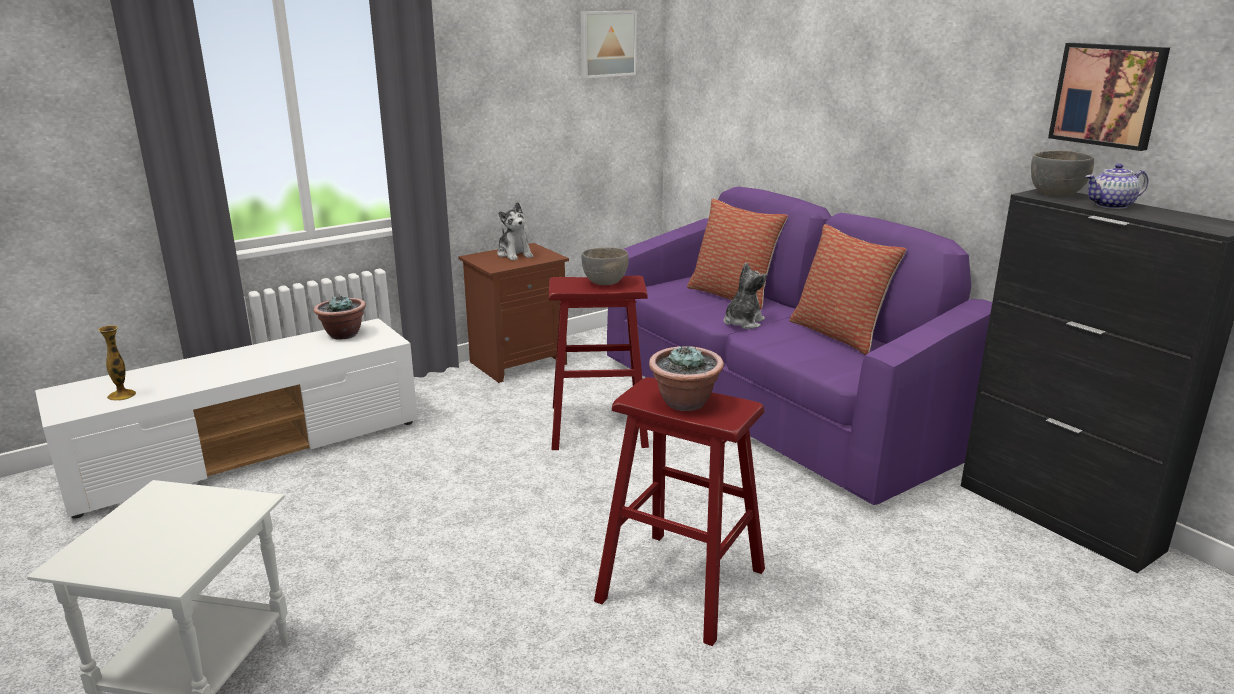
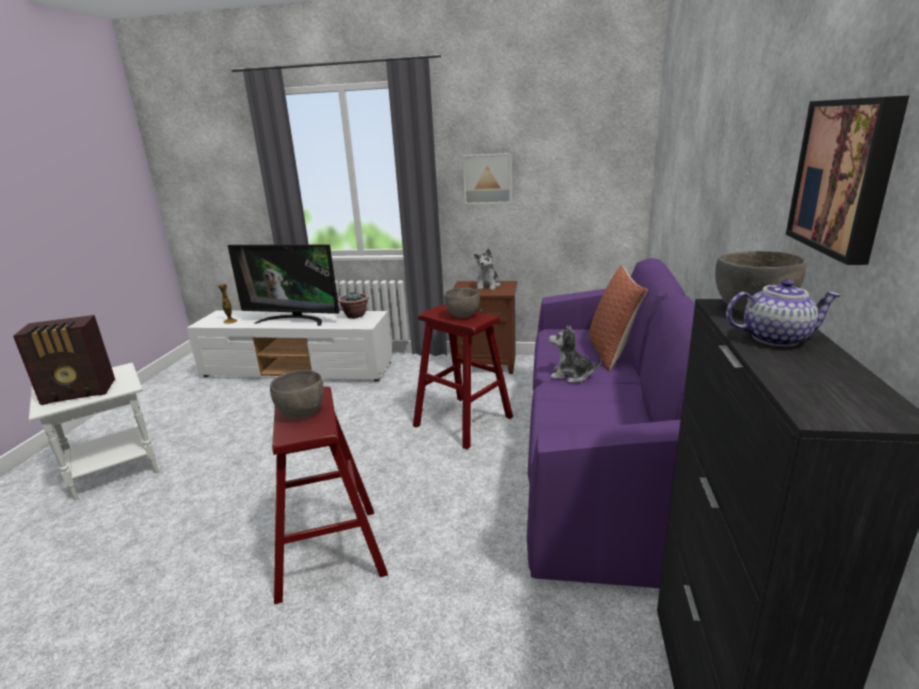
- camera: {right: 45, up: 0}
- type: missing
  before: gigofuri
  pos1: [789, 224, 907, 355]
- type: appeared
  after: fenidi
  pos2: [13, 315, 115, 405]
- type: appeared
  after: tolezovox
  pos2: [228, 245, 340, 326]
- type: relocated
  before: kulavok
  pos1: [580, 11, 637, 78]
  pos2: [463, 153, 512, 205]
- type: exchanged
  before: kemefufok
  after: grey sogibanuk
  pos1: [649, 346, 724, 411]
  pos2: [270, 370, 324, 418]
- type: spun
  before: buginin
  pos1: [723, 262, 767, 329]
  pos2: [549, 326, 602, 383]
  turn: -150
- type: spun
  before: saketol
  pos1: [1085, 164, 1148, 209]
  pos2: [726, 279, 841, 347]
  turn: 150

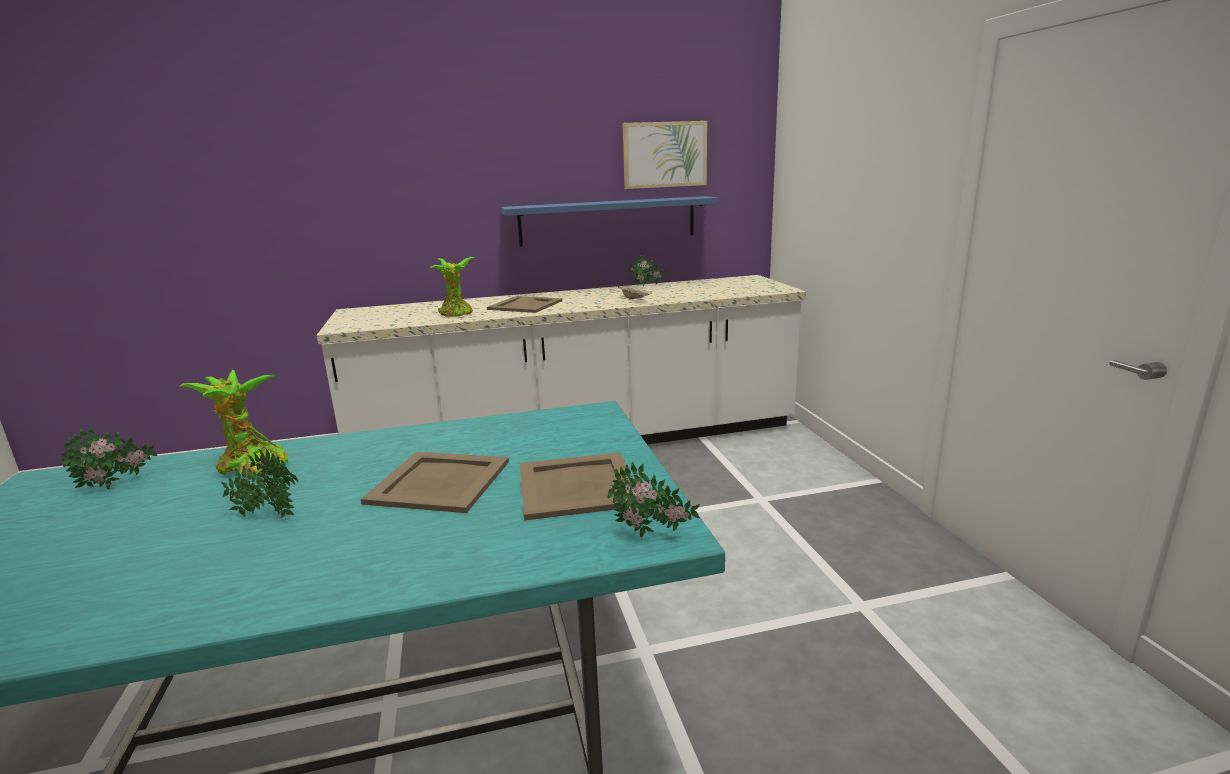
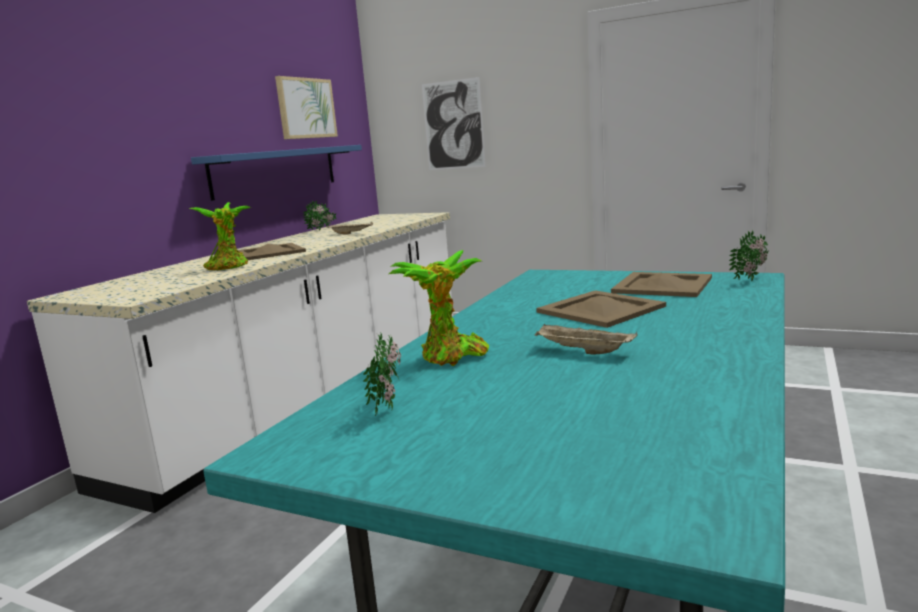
- camera: {right: -50, up: -5}
- type: appeared
  after: kulavok
  pos2: [422, 77, 486, 170]
- type: exchanged
  before: kemefufok
  after: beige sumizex
  pos1: [221, 449, 298, 518]
  pos2: [535, 323, 637, 355]

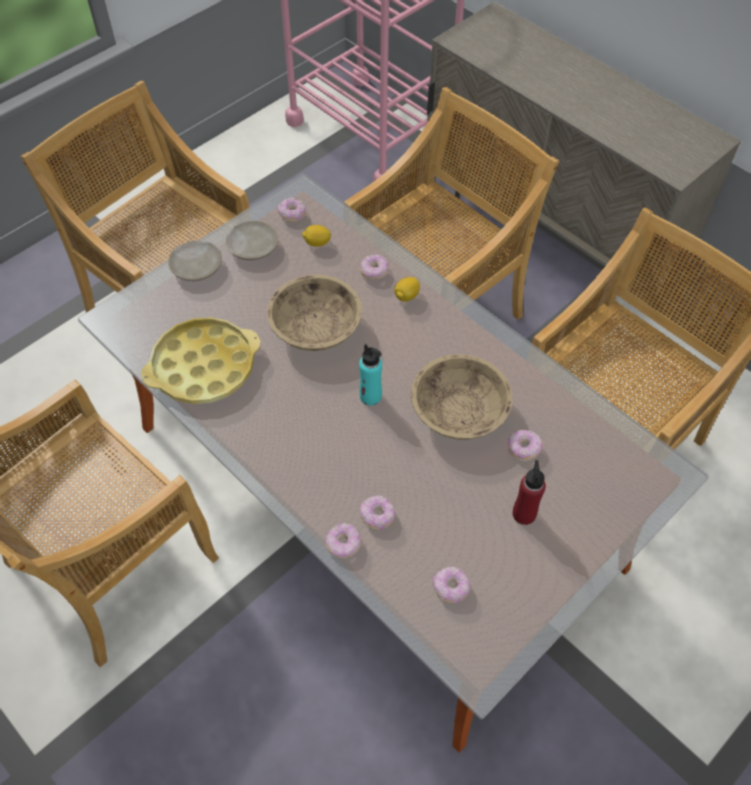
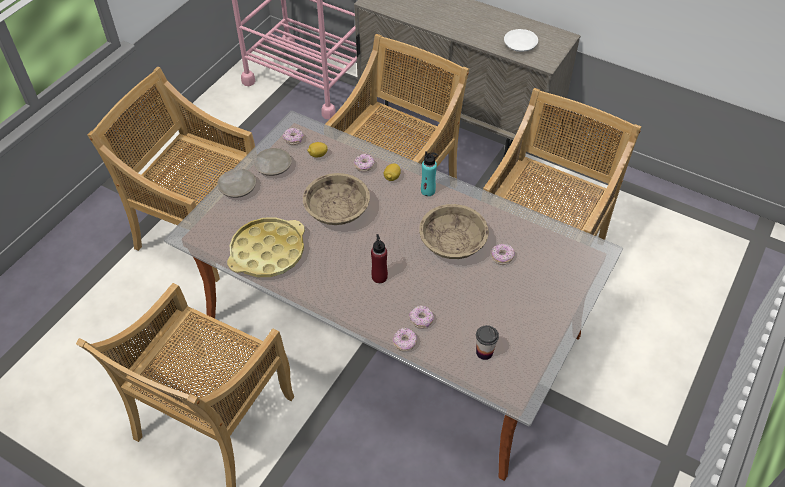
- camera: {right: -15, up: -5}
- type: appeared
  after: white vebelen
  pos2: [504, 29, 538, 52]
- type: relocated
  before: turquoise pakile
  pos1: [359, 344, 382, 406]
  pos2: [421, 151, 438, 196]
- type: relocated
  before: red pakile
  pos1: [513, 460, 546, 525]
  pos2: [371, 234, 388, 283]
- type: exchanged
  before: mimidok
  after: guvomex
  pos1: [433, 566, 470, 603]
  pos2: [476, 325, 499, 360]

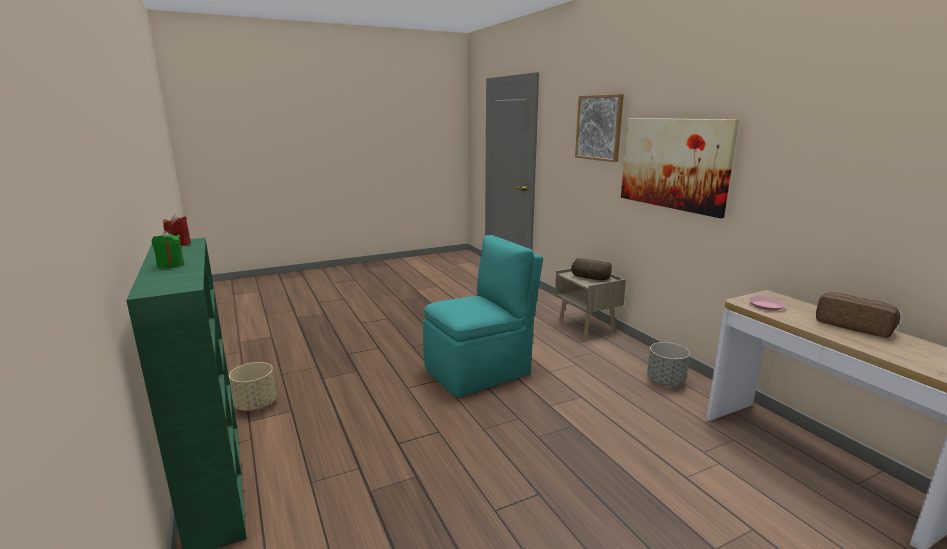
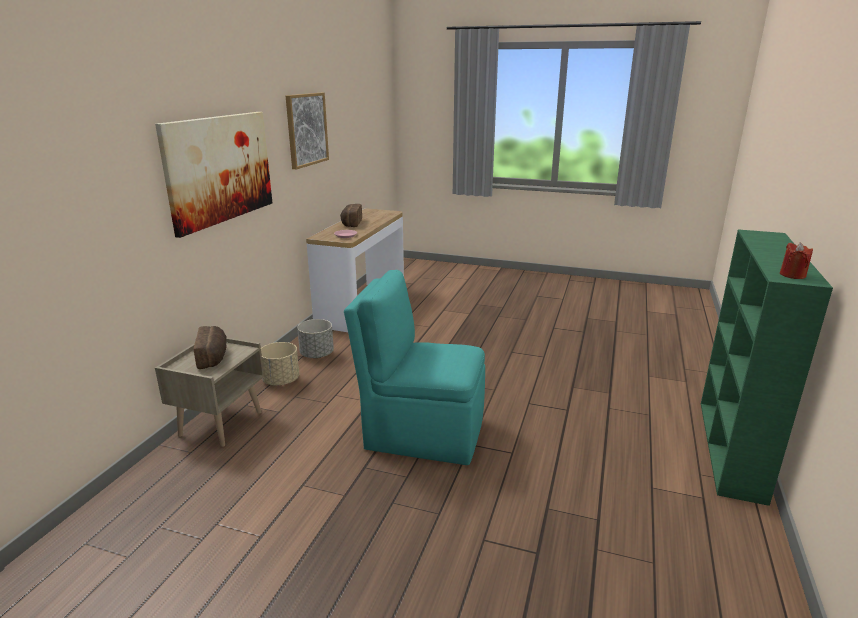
- camera: {right: -135, up: 5}
- type: missing
  before: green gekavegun
  pos1: [152, 230, 184, 268]
- type: relocated
  before: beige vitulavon
  pos1: [229, 362, 276, 411]
  pos2: [261, 342, 299, 385]
- type: relocated
  before: kulavok
  pos1: [575, 94, 624, 162]
  pos2: [286, 93, 329, 170]

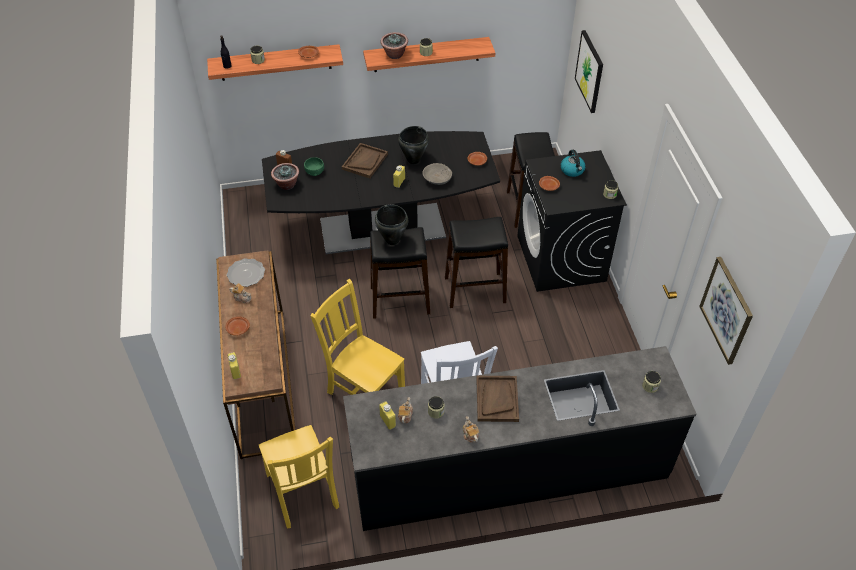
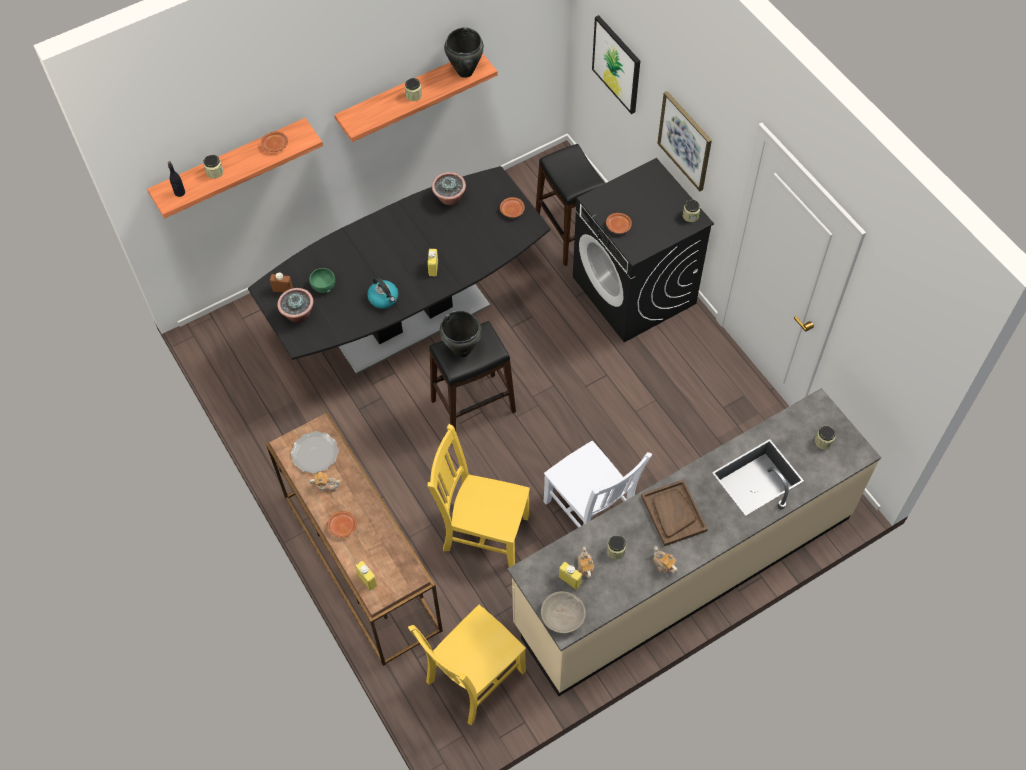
- camera: {right: -20, up: 10}
- type: missing
  before: brown sumizex
  pos1: [342, 143, 388, 178]
- type: missing
  before: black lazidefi
  pos1: [445, 217, 508, 308]
- type: relocated
  before: kemefufok
  pos1: [380, 32, 408, 59]
  pos2: [432, 172, 466, 205]
- type: relocated
  before: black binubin
  pos1: [398, 126, 429, 164]
  pos2: [444, 27, 484, 78]
- type: relocated
  before: grey sogibanuk
  pos1: [423, 163, 452, 185]
  pos2: [541, 591, 586, 633]
- type: relocated
  before: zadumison
  pos1: [561, 150, 586, 177]
  pos2: [367, 277, 398, 309]
- type: relocated
  before: kulavok
  pos1: [699, 257, 753, 365]
  pos2: [657, 91, 712, 191]
- type: colour
  before: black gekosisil
  after: beige gekosisil
  pos1: [343, 346, 697, 531]
  pos2: [507, 388, 881, 697]
- type: spun
  before: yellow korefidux
  pos1: [259, 425, 339, 528]
  pos2: [408, 605, 526, 725]
  turn: 90

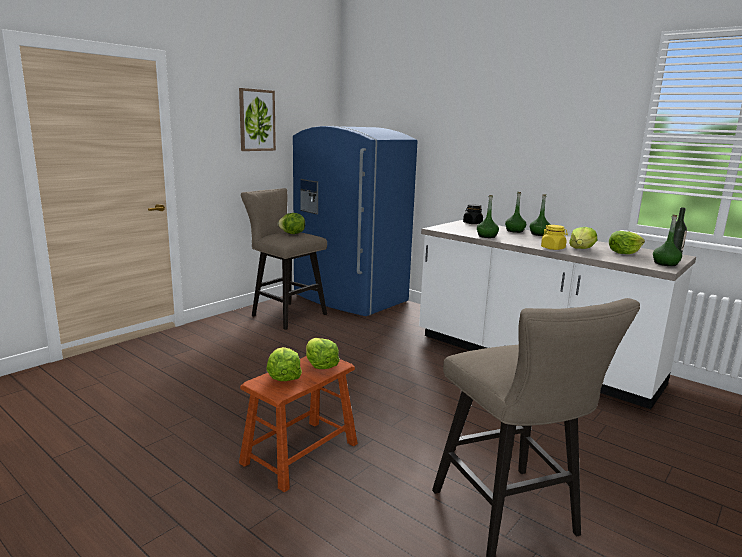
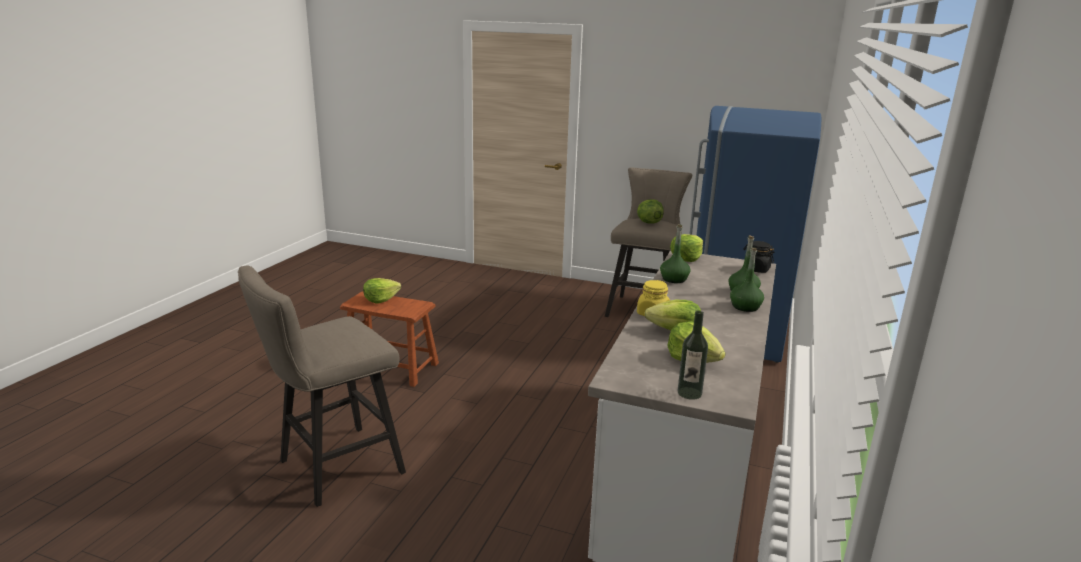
- camera: {right: 70, up: 5}
- type: missing
  before: kulavok
  pos1: [239, 88, 276, 151]
- type: missing
  before: green pakile
  pos1: [653, 215, 682, 266]
- type: relocated
  before: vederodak
  pos1: [306, 338, 340, 369]
  pos2: [670, 234, 703, 262]

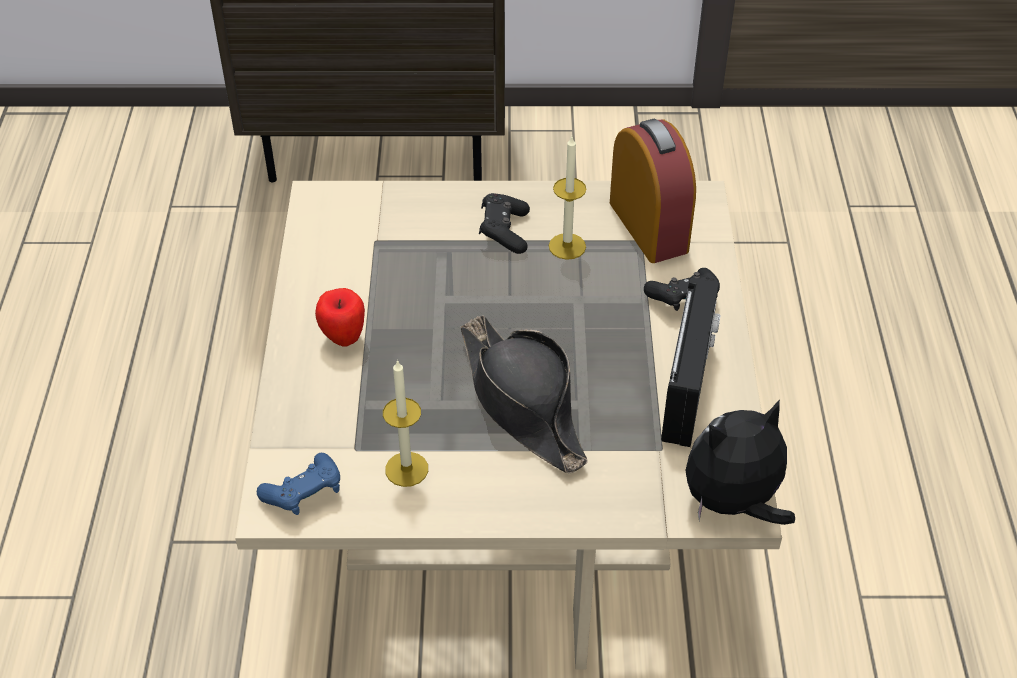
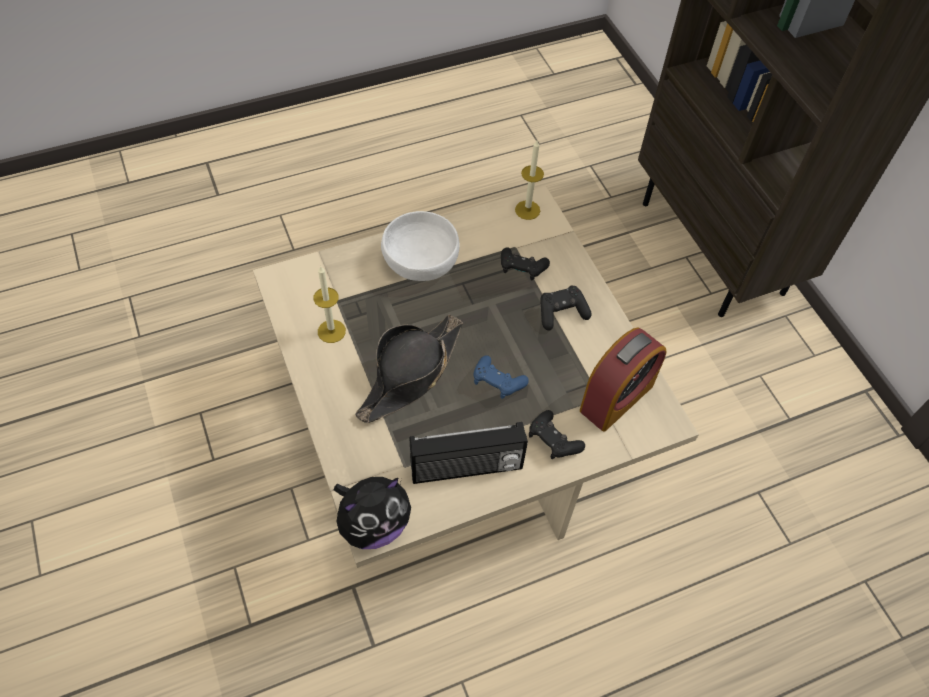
- camera: {right: 65, up: 10}
- type: appeared
  after: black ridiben
  pos2: [501, 247, 550, 280]
- type: relocated
  before: blue ridiben
  pos1: [257, 453, 340, 515]
  pos2: [473, 355, 529, 399]
- type: relocated
  before: gekavegun
  pos1: [549, 137, 586, 260]
  pos2: [515, 140, 544, 220]
- type: exchanged
  before: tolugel
  after: white sogibanuk
  pos1: [315, 288, 365, 346]
  pos2: [381, 211, 460, 281]
- type: spun
  before: buginin
  pos1: [685, 399, 795, 525]
  pos2: [334, 477, 411, 549]
  turn: 105

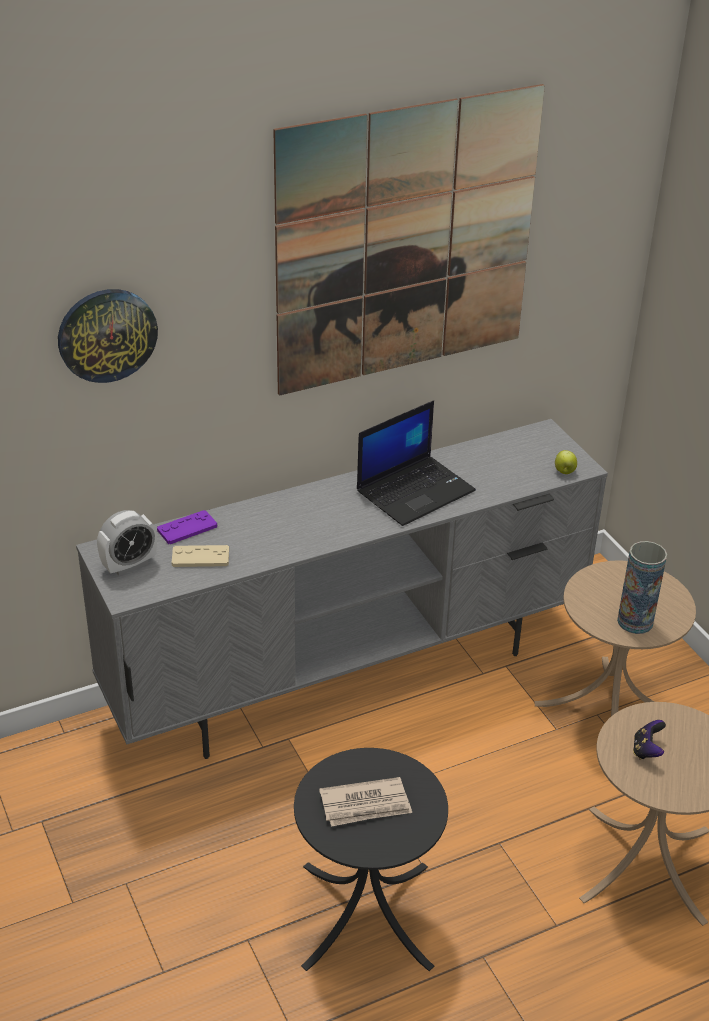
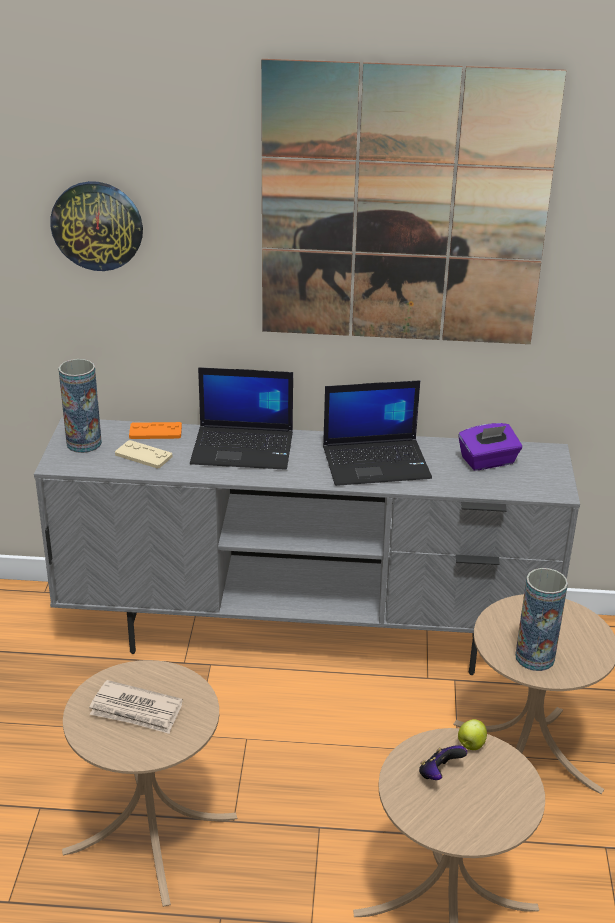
- camera: {right: 30, up: -5}
- type: appeared
  after: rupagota
  pos2: [190, 367, 293, 470]
- type: appeared
  after: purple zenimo
  pos2: [458, 423, 522, 471]
- type: relocated
  before: tolugel
  pos1: [555, 450, 577, 474]
  pos2: [458, 719, 487, 750]
- type: exchanged
  before: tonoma
  after: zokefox
  pos1: [97, 510, 157, 576]
  pos2: [58, 359, 102, 453]
- type: colour
  before: purple ridiben
  after: orange ridiben
  pos1: [157, 510, 217, 544]
  pos2: [129, 422, 182, 439]
- type: colour
  before: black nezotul
  after: beige nezotul
  pos1: [294, 748, 448, 971]
  pos2: [62, 660, 237, 907]

